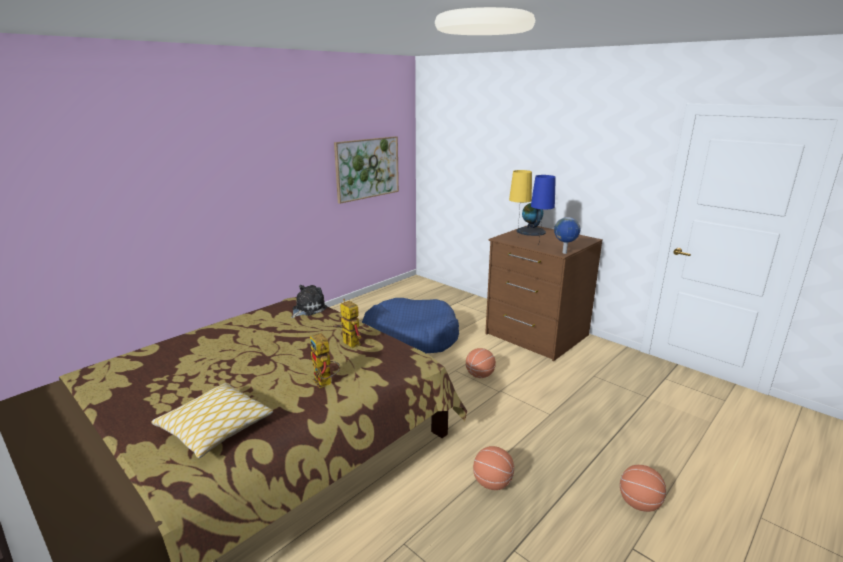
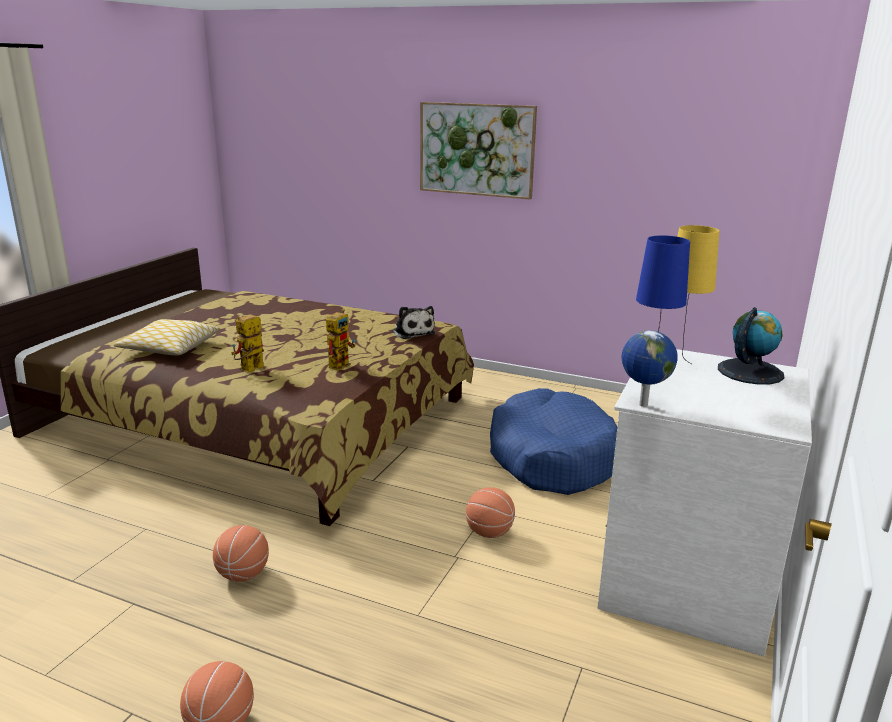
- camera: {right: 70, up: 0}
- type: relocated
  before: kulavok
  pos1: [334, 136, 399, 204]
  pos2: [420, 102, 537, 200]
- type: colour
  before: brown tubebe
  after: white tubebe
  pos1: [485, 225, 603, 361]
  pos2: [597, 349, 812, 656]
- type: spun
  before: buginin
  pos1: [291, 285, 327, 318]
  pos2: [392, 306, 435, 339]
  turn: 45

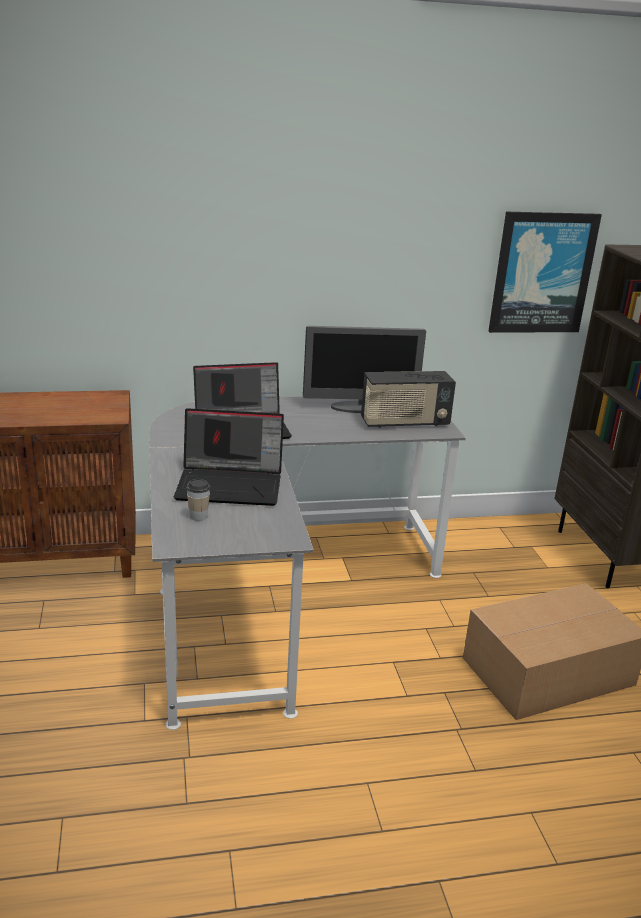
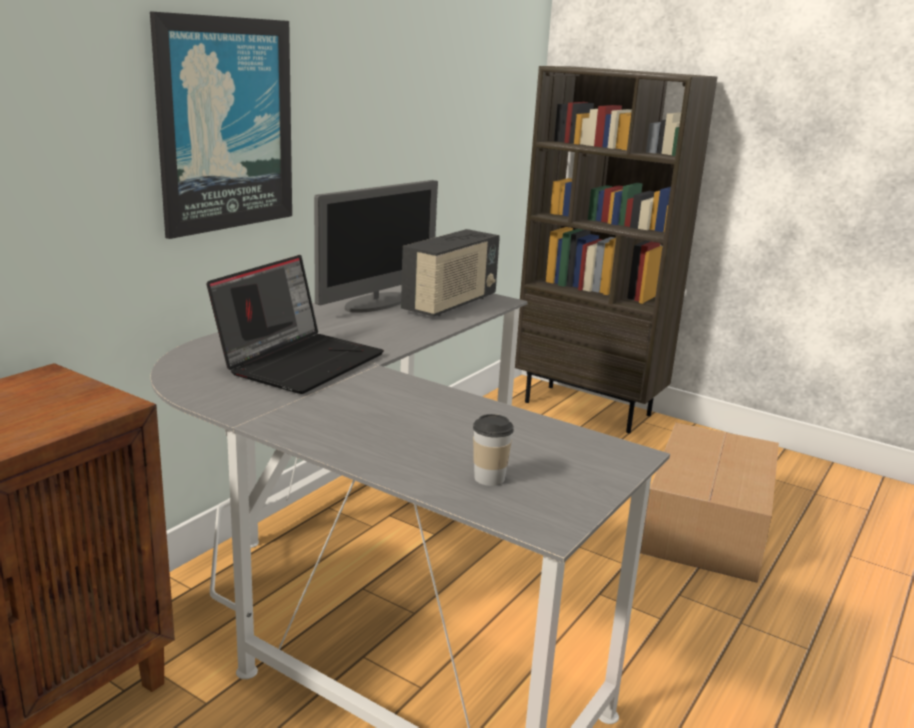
- camera: {right: -45, up: -5}
- type: missing
  before: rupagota
  pos1: [174, 408, 284, 506]
- type: relocated
  before: kulavok
  pos1: [488, 212, 602, 333]
  pos2: [150, 11, 292, 239]

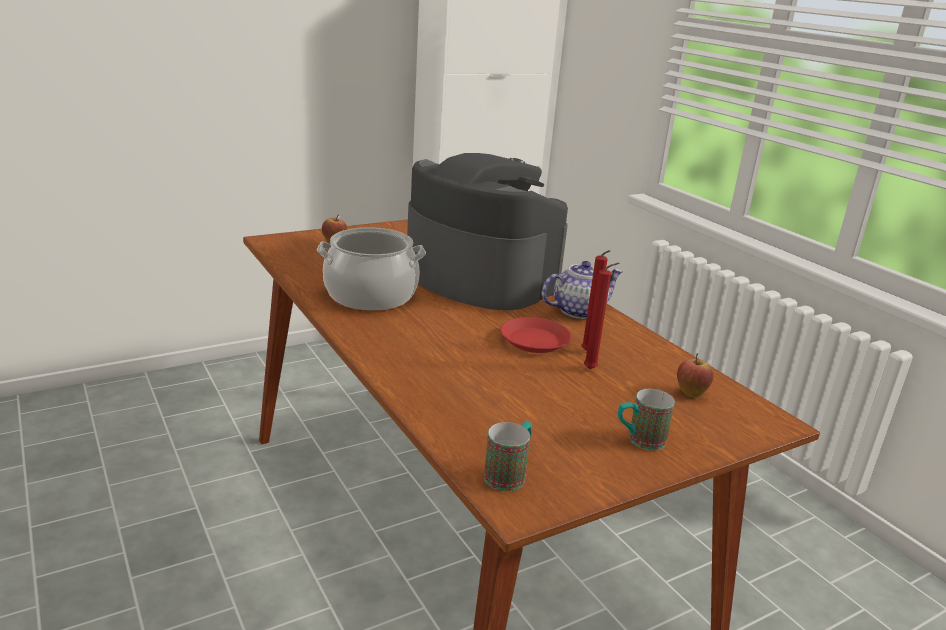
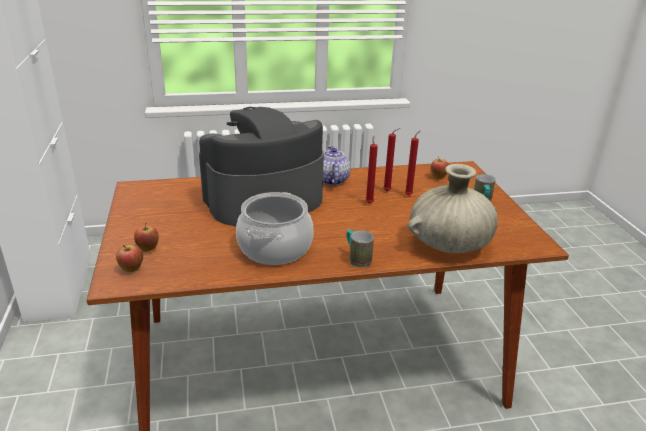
- camera: {right: -70, up: 5}
- type: appeared
  after: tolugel
  pos2: [116, 245, 143, 272]
- type: appeared
  after: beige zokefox
  pos2: [408, 164, 498, 253]
- type: relocated
  before: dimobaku
  pos1: [484, 422, 532, 491]
  pos2: [346, 230, 374, 268]
- type: exchanged
  before: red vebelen
  after: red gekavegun
  pos1: [501, 317, 571, 353]
  pos2: [365, 136, 378, 204]

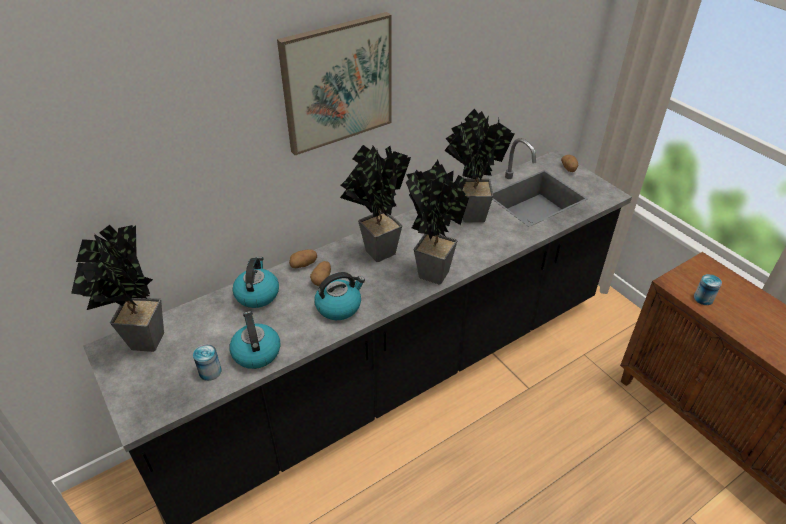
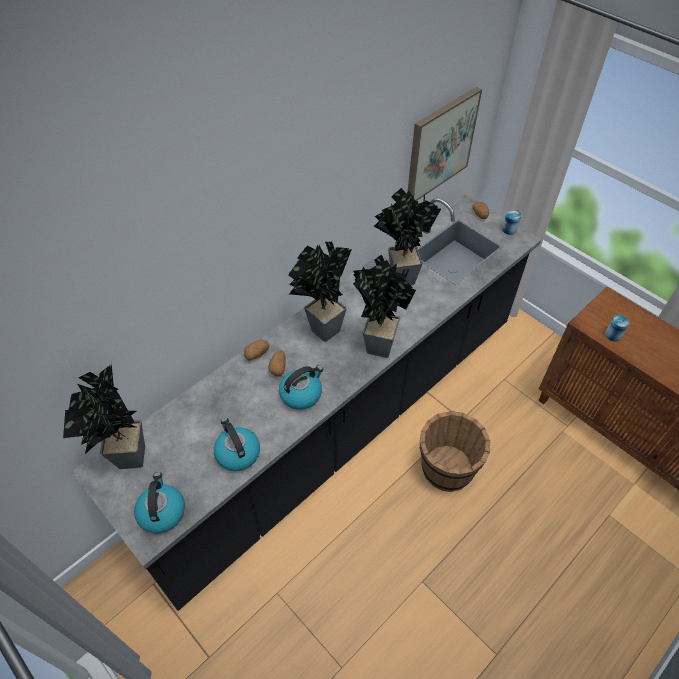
- camera: {right: -10, up: 10}
- type: appeared
  after: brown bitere
  pos2: [420, 411, 490, 492]
- type: relocated
  before: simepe
  pos1: [193, 344, 221, 381]
  pos2: [502, 210, 522, 235]
- type: relocated
  before: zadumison
  pos1: [232, 257, 279, 308]
  pos2: [134, 472, 185, 533]
- type: relocated
  before: kulavok
  pos1: [277, 12, 392, 155]
  pos2: [408, 87, 482, 201]

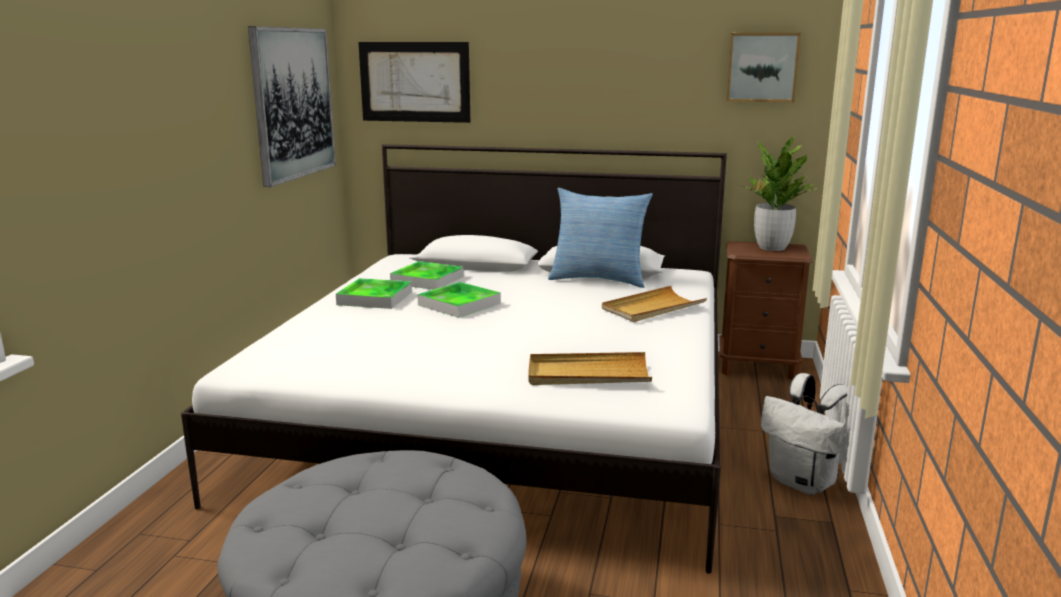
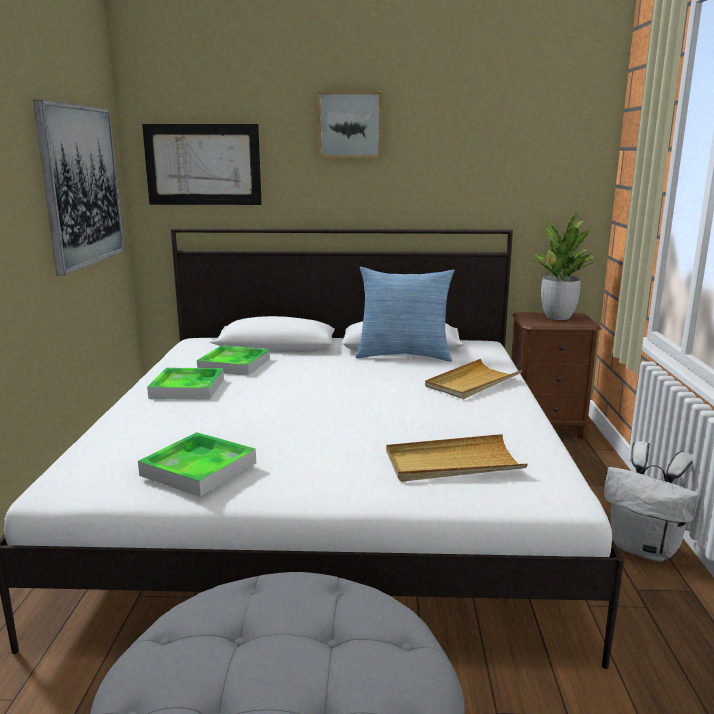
- camera: {right: -10, up: 0}
- type: relocated
  before: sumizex
  pos1: [417, 282, 501, 318]
  pos2: [138, 432, 256, 497]
- type: relocated
  before: kulavok
  pos1: [726, 33, 801, 102]
  pos2: [318, 91, 382, 158]

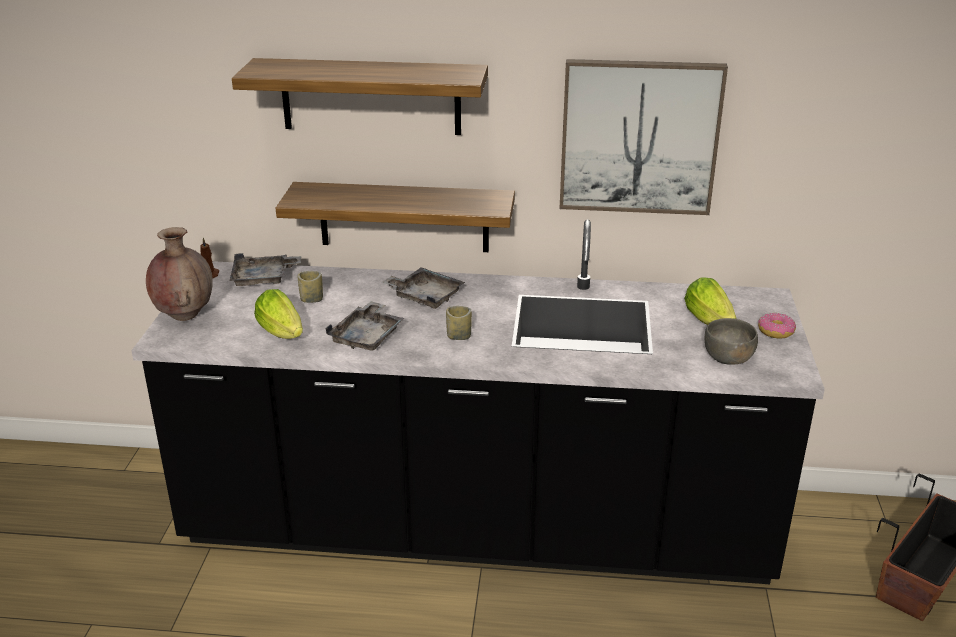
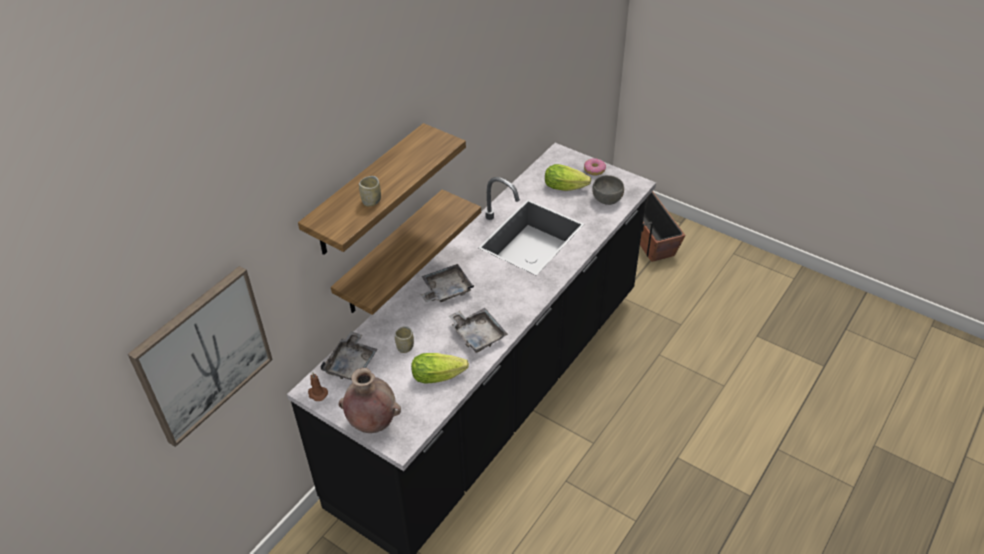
- camera: {right: -60, up: 15}
- type: relocated
  before: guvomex
  pos1: [446, 306, 472, 340]
  pos2: [359, 176, 381, 207]
- type: relocated
  before: kulavok
  pos1: [559, 59, 728, 215]
  pos2: [128, 266, 273, 447]

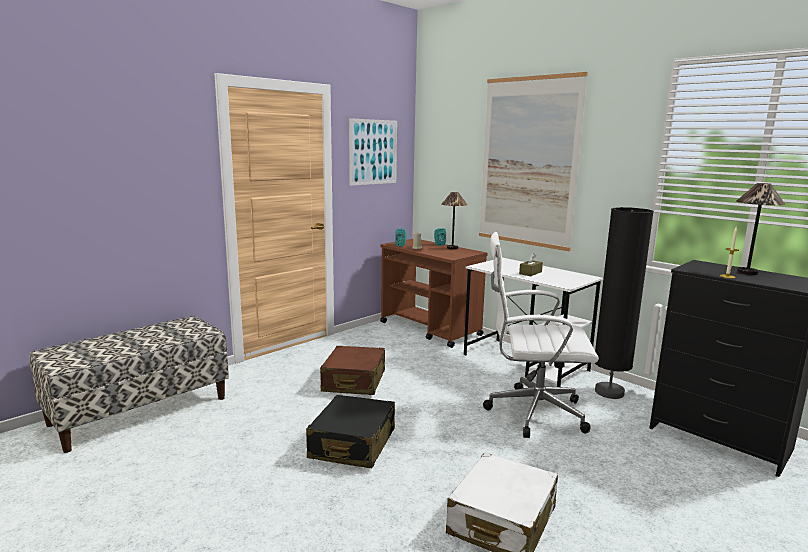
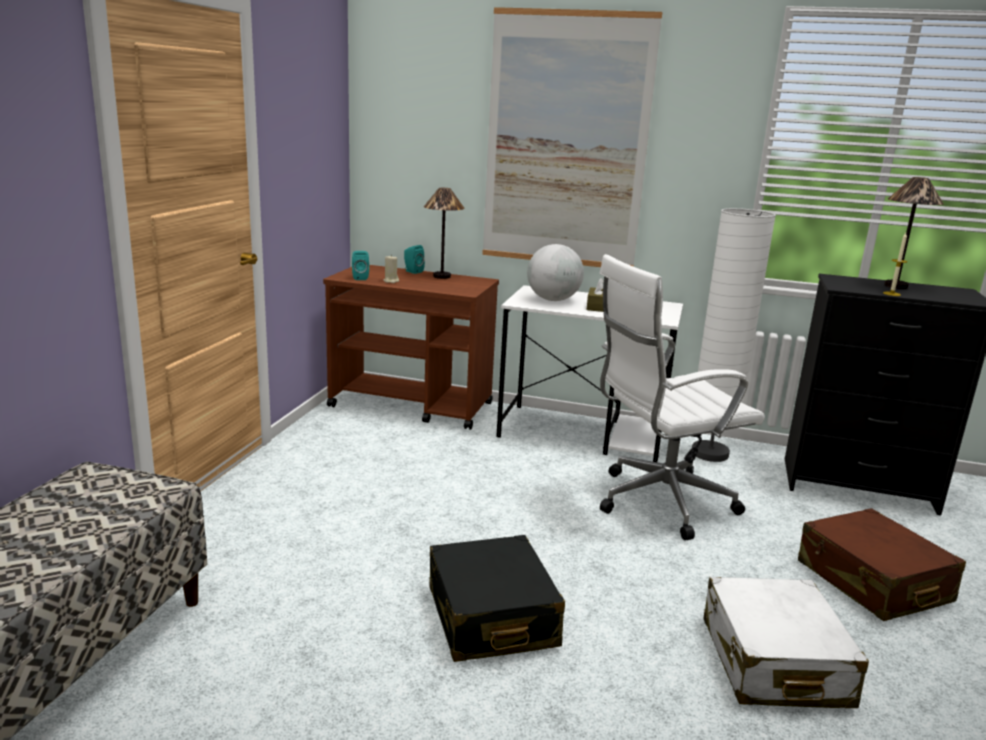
- camera: {right: -30, up: 5}
- type: missing
  before: kulavok
  pos1: [349, 118, 397, 186]
- type: appeared
  after: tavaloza
  pos2: [527, 244, 584, 301]
- type: relocated
  before: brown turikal
  pos1: [320, 346, 385, 395]
  pos2: [798, 508, 966, 621]
- type: colour
  before: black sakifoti
  after: white sakifoti
  pos1: [595, 207, 654, 399]
  pos2: [692, 208, 776, 462]

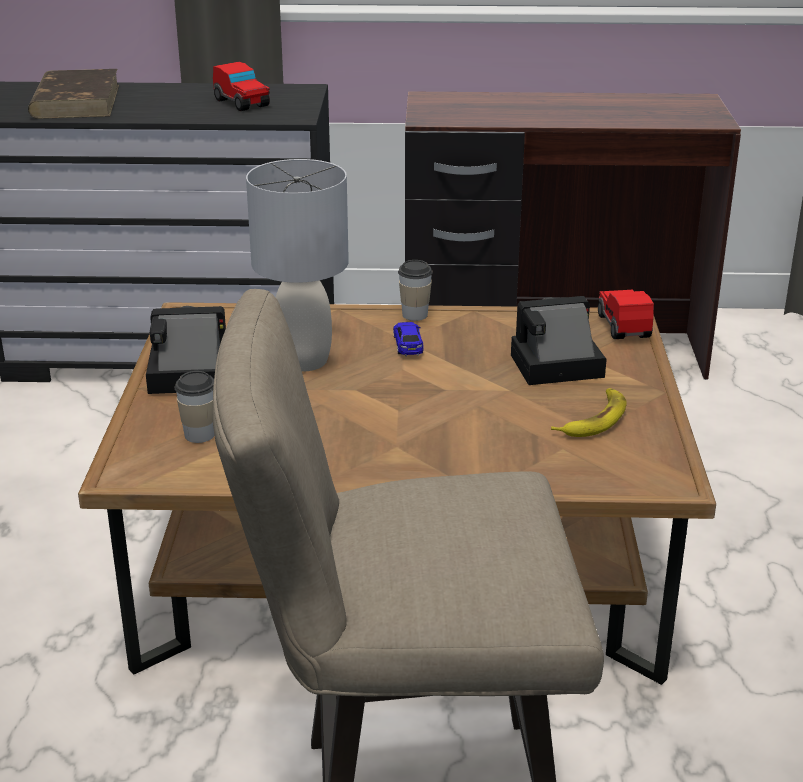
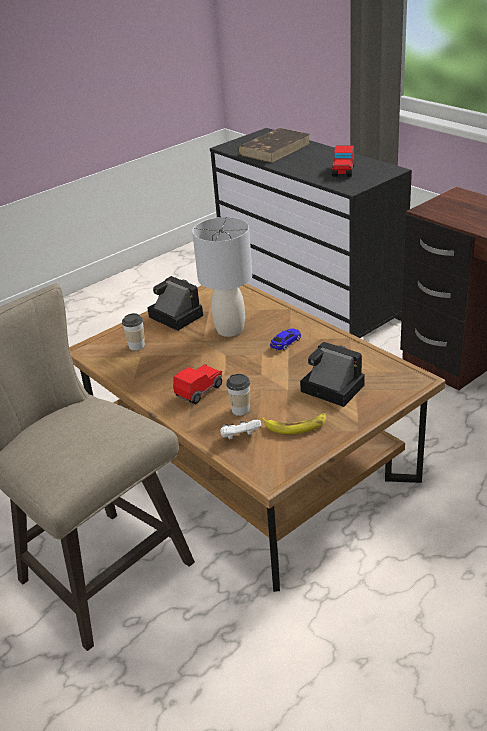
- camera: {right: 50, up: 5}
- type: appeared
  after: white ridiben
  pos2: [220, 420, 261, 439]
- type: relocated
  before: guvomex
  pos1: [398, 260, 433, 321]
  pos2: [226, 374, 250, 416]
- type: relocated
  before: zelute
  pos1: [598, 290, 654, 339]
  pos2: [173, 364, 222, 404]

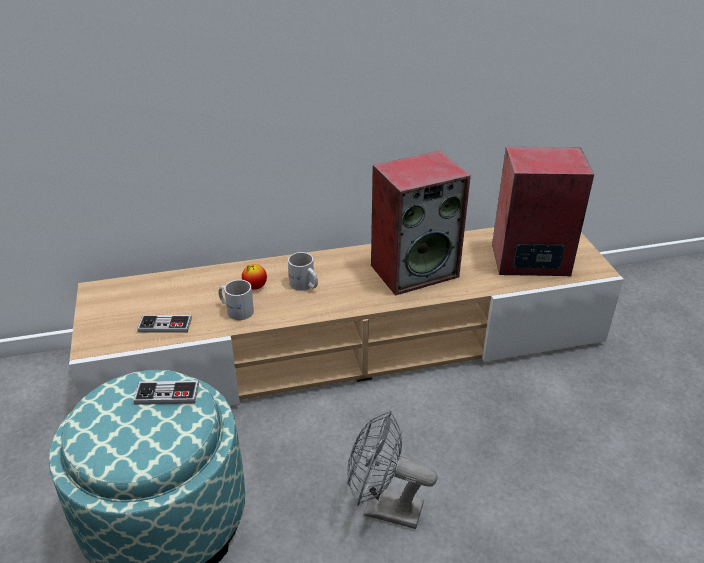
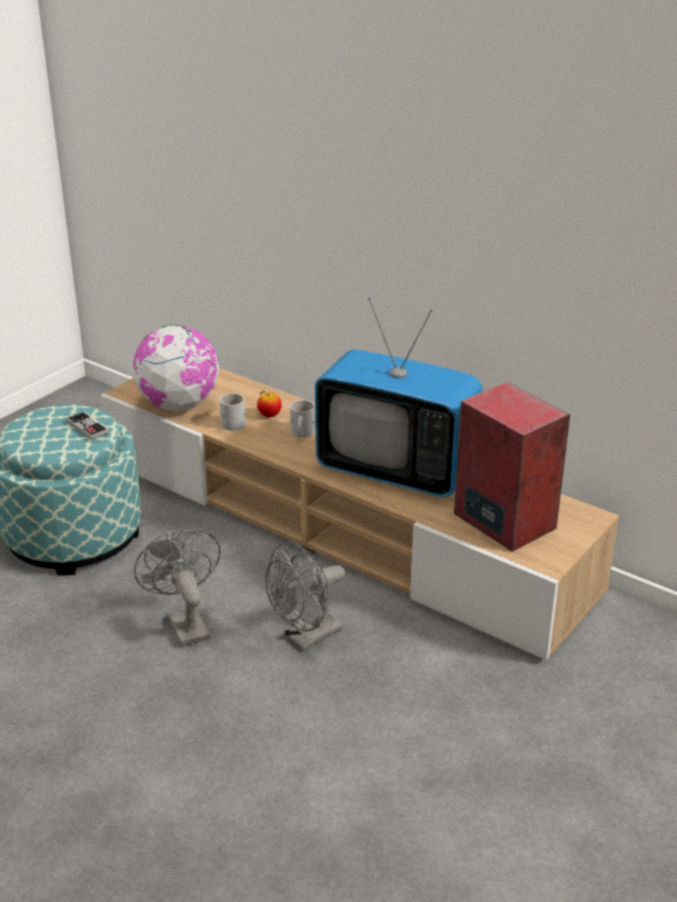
- camera: {right: 50, up: -5}
- type: appeared
  after: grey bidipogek
  pos2: [265, 542, 345, 651]
- type: exchanged
  before: ridiben
  after: tavaloza
  pos1: [137, 315, 192, 333]
  pos2: [132, 325, 219, 411]
- type: exchanged
  before: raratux
  after: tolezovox
  pos1: [371, 151, 471, 296]
  pos2: [315, 298, 482, 497]

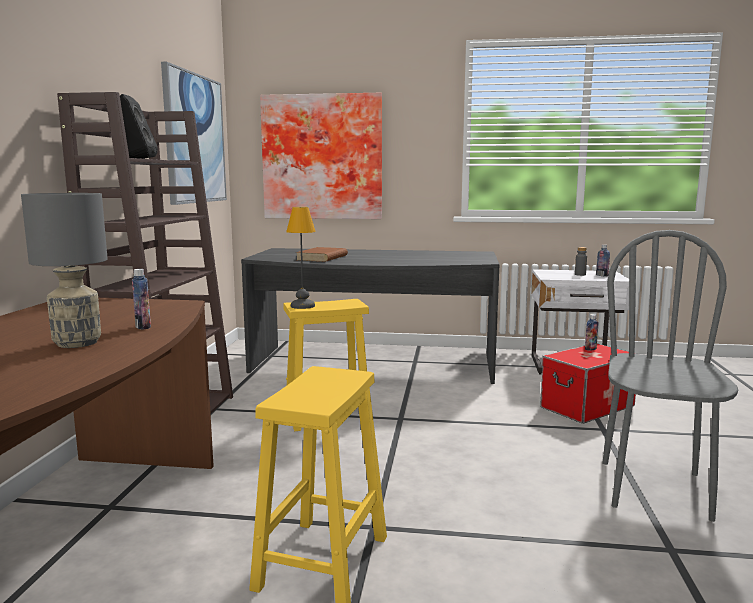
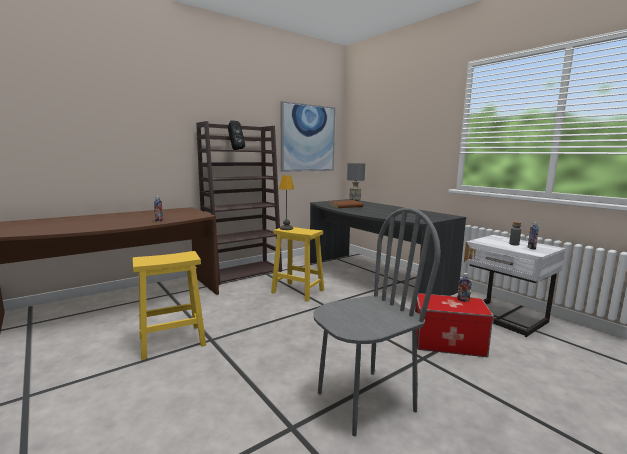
- camera: {right: 45, up: 0}
- type: missing
  before: kulavok
  pos1: [260, 93, 382, 219]
- type: relocated
  before: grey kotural
  pos1: [21, 193, 108, 348]
  pos2: [347, 163, 365, 201]

